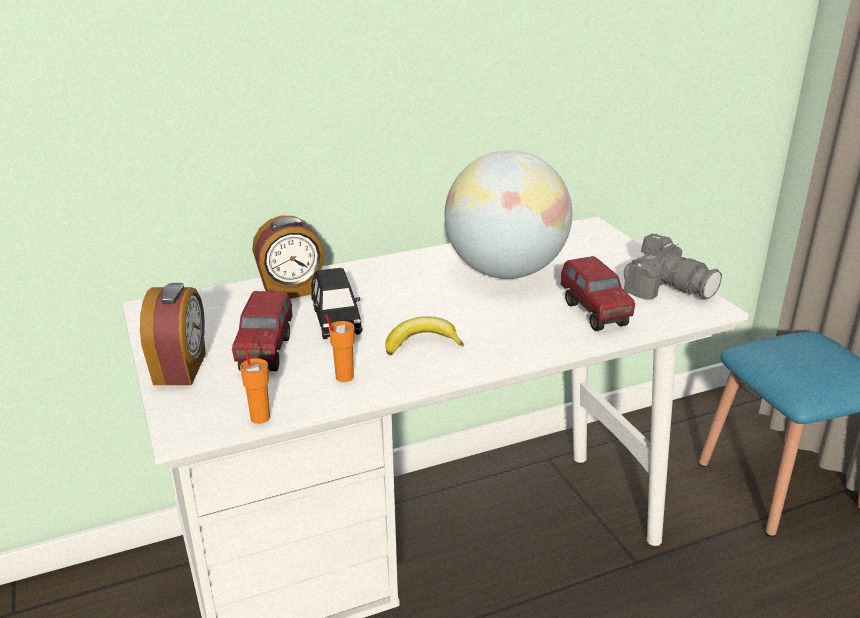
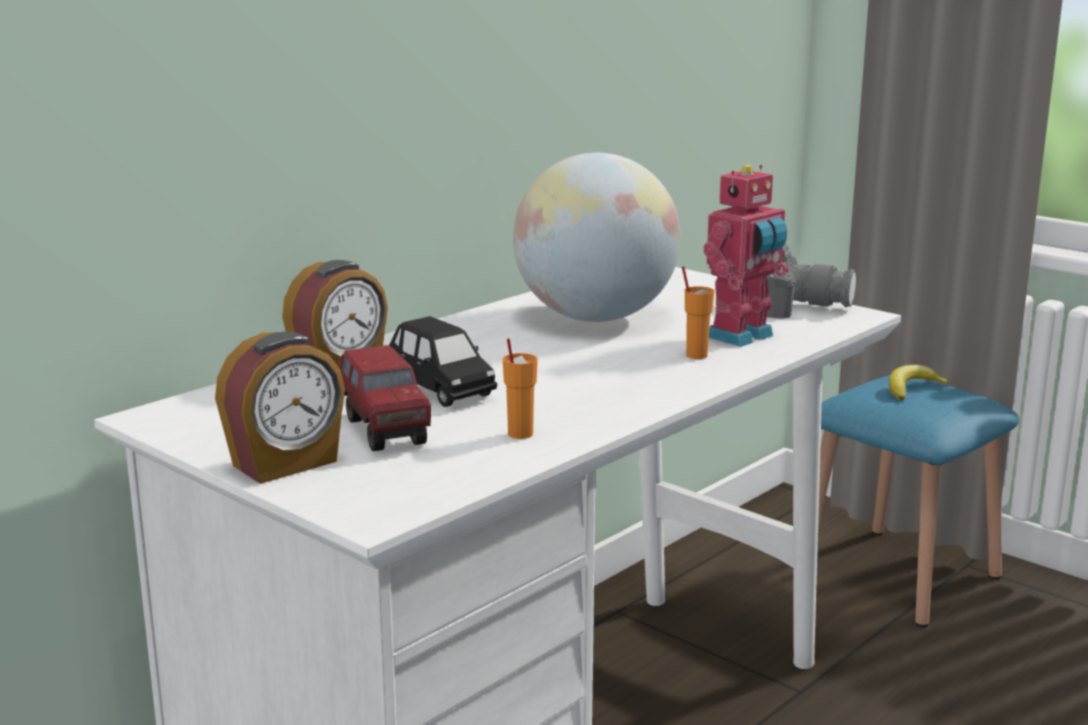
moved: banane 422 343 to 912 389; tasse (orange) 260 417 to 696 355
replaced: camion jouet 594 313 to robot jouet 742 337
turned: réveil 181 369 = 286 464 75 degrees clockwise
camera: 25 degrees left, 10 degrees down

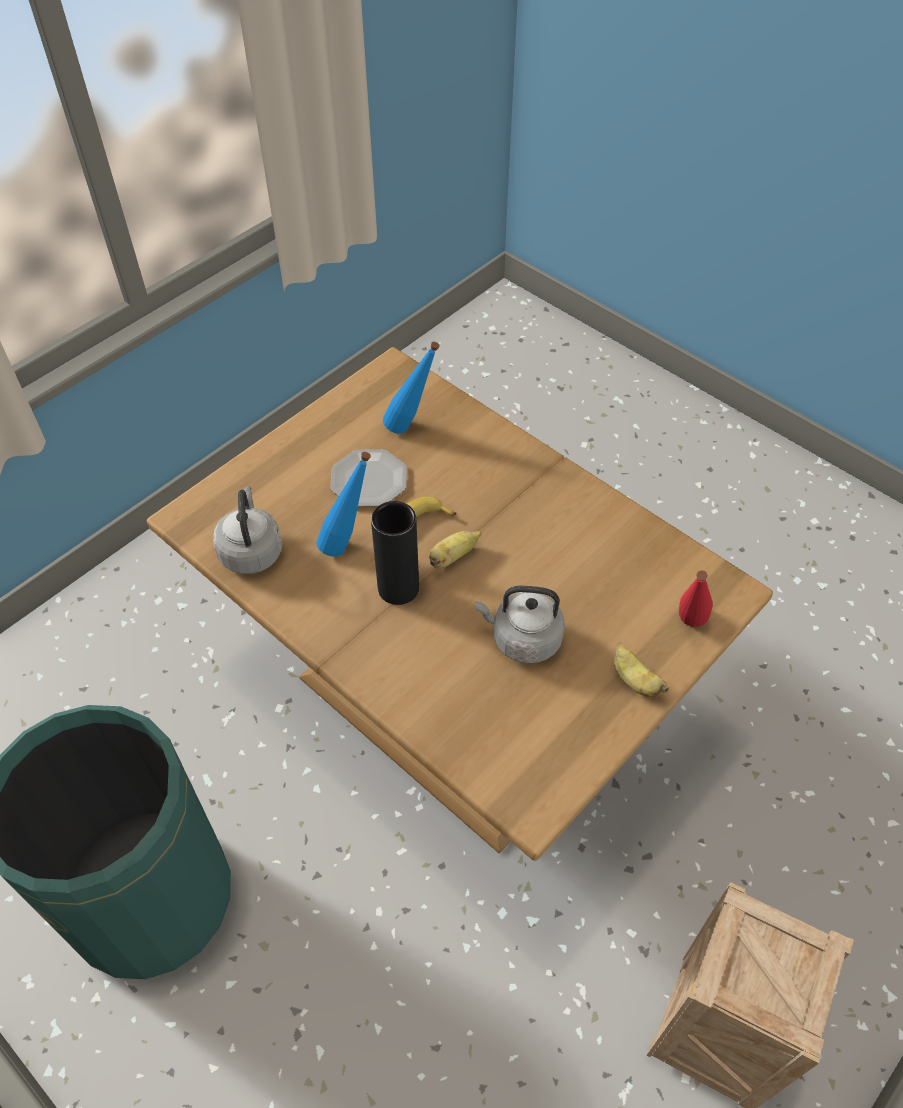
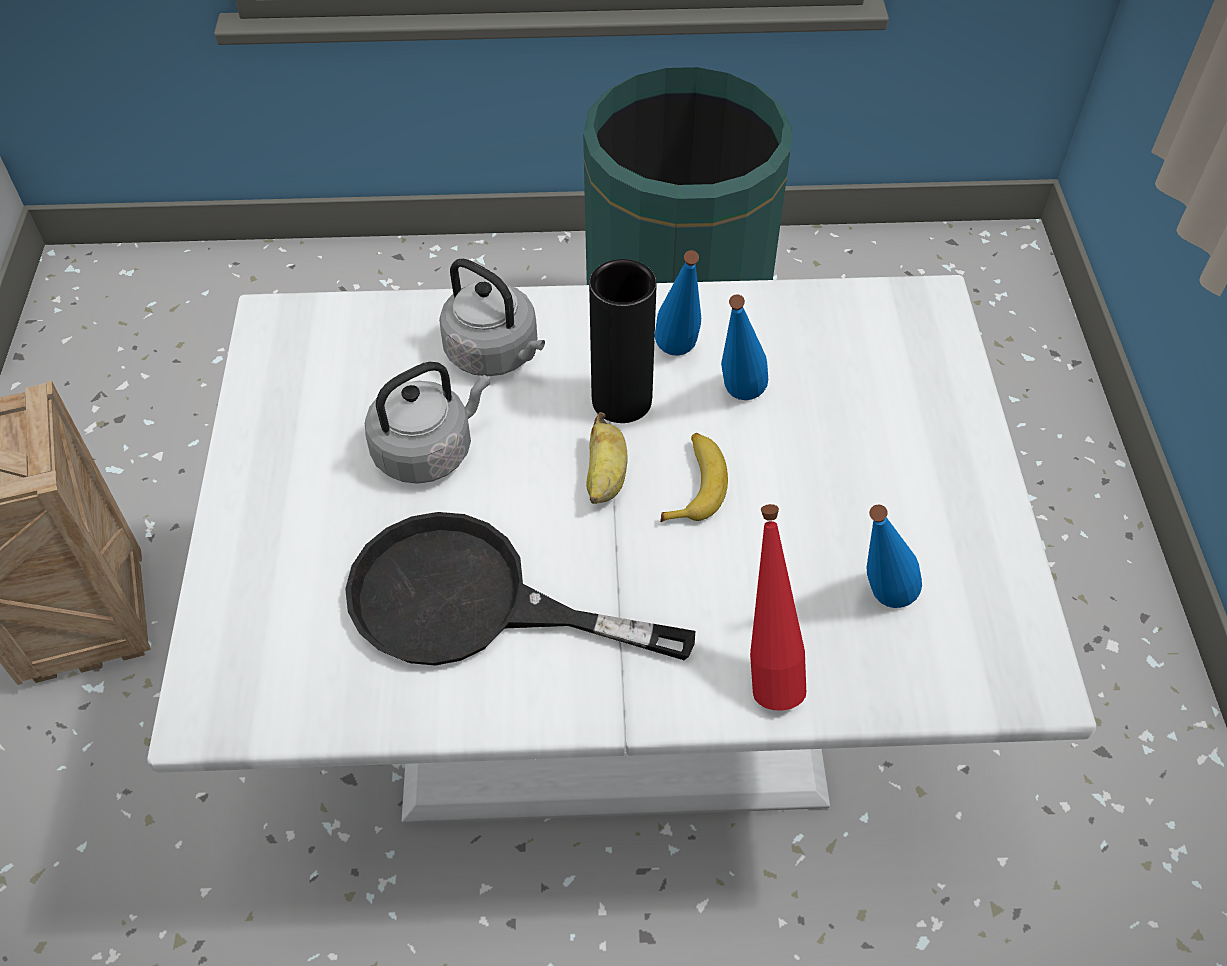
removed: assiette 369 481; banane 634 680
added: bouteille (bleu) 678 360; poêle (noir) 472 603
moved: bouilloire (gris) 251 551 to 496 354; bouteille (rouge) 687 629 to 766 669
recoloured: table à manger (marron) 451 704 to table à manger (blanc) 613 708
camera: 135 degrees right, 0 degrees up

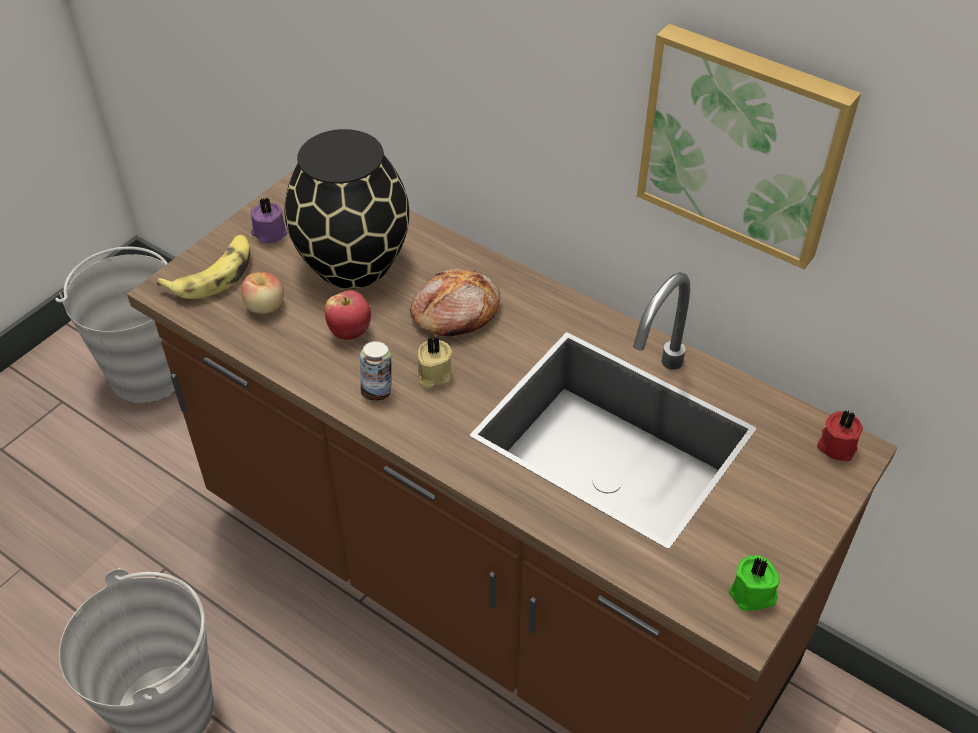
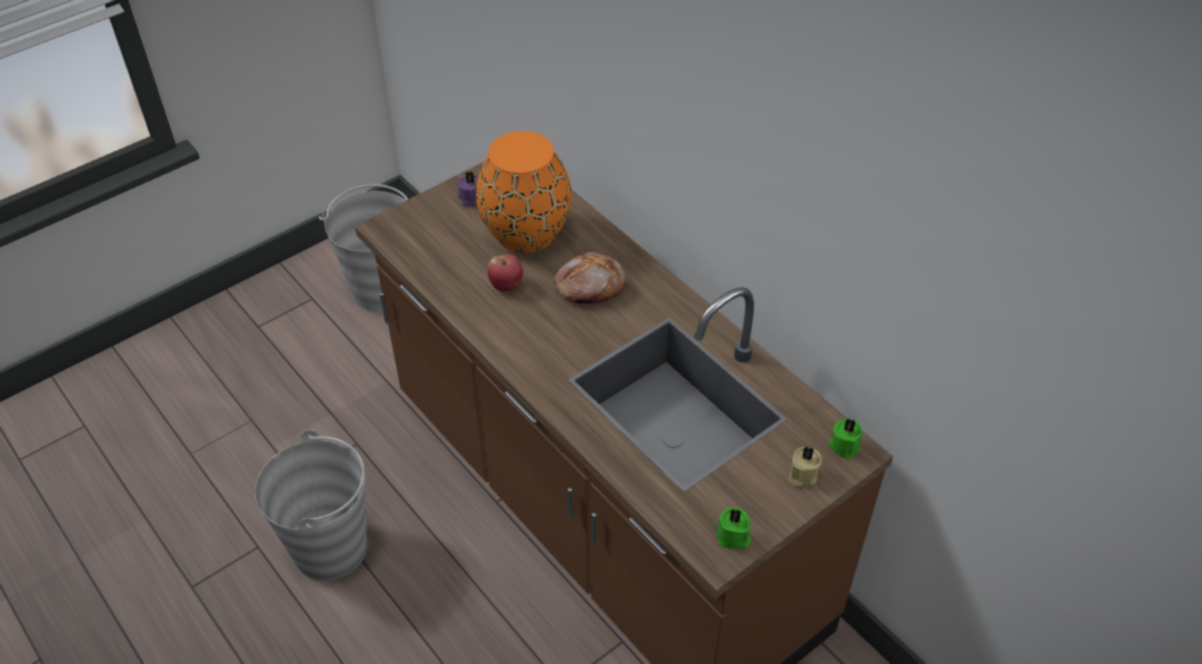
removed: tableau 744 143; banane 214 274; pomme 265 307; boîte métallique 377 391
moved: bougie (beige) 433 375 to 801 475
recoloured: vase (noir) 352 264 to vase (orange) 525 234; bougie (rouge) 836 445 to bougie (vert) 844 445
camera: 15 degrees right, 0 degrees up

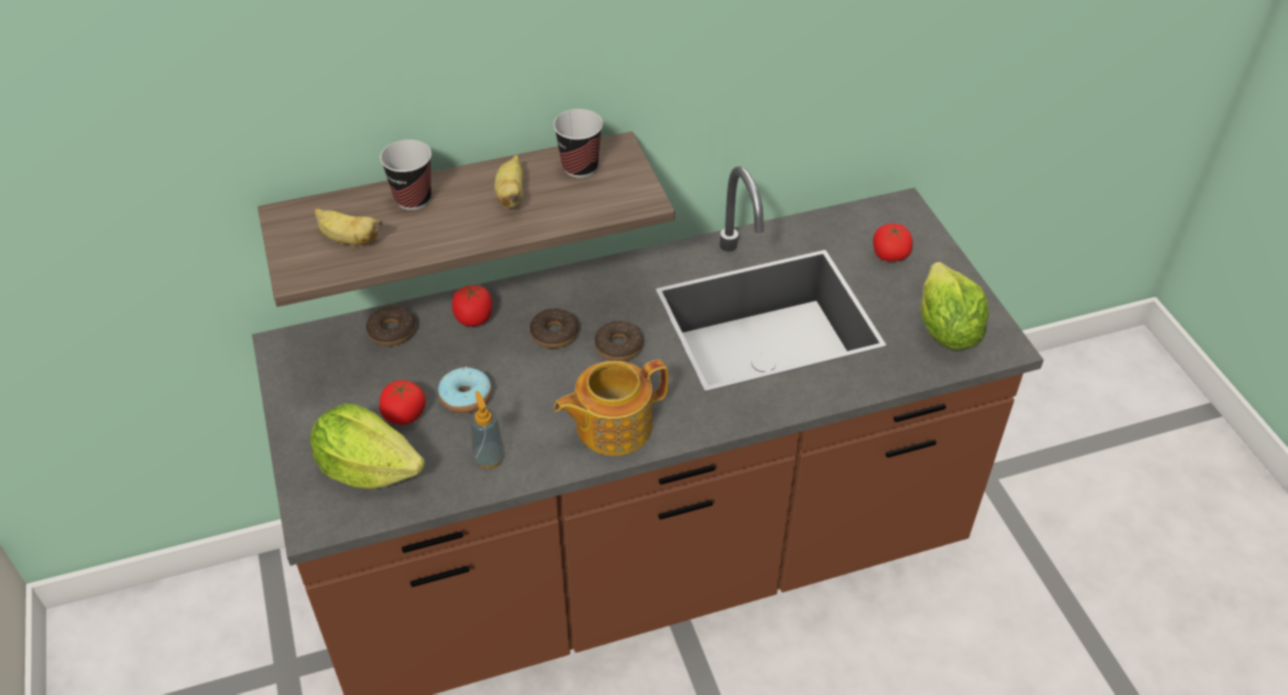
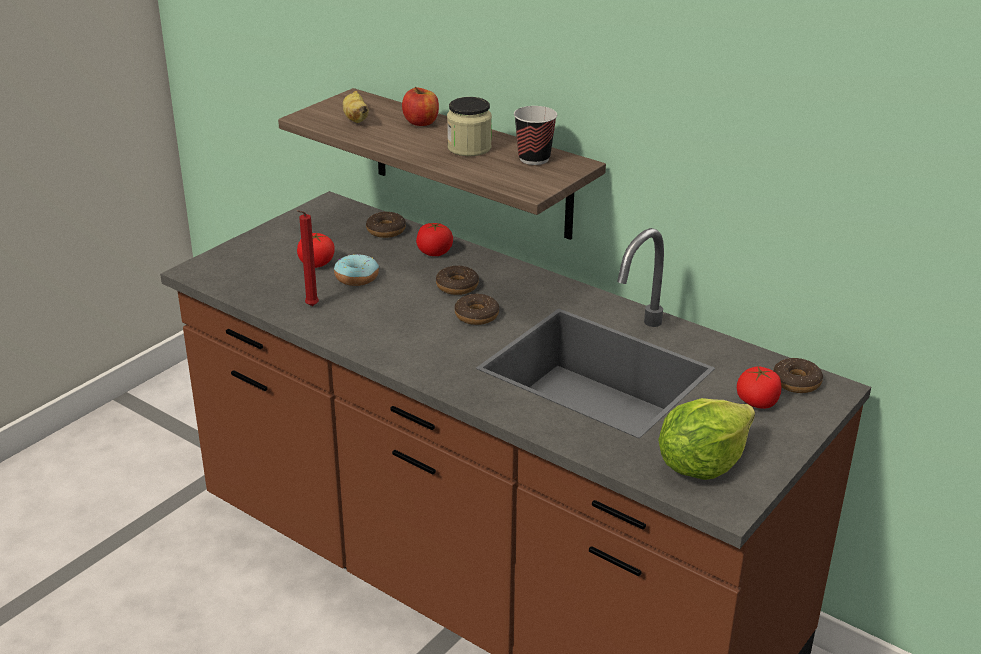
removed: théière 612 426; laitue 368 469
added: beignet 796 382
replaced: tasse 413 199 to pomme 421 122; banane 511 195 to bocal 469 148; distributeur de savon 489 458 to bougie (rouge) 310 307
camera: 55 degrees right, 15 degrees down

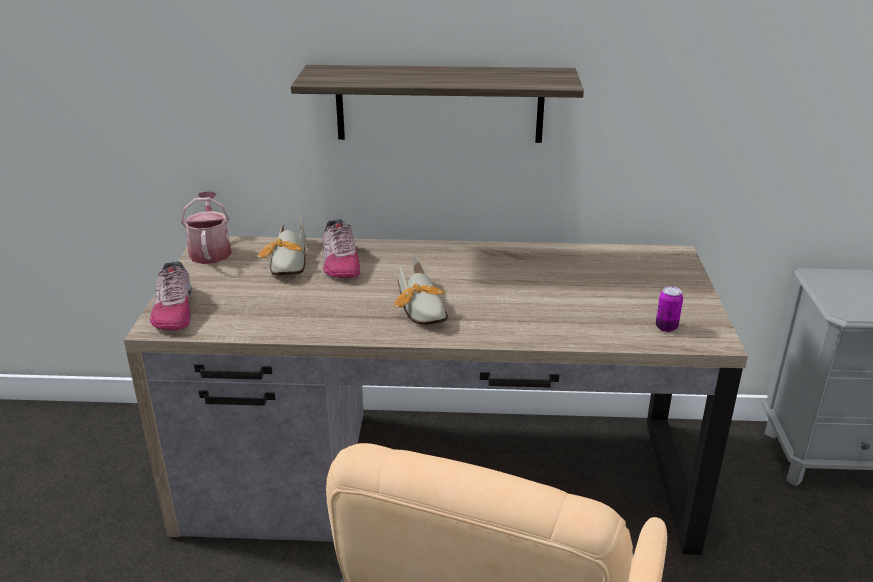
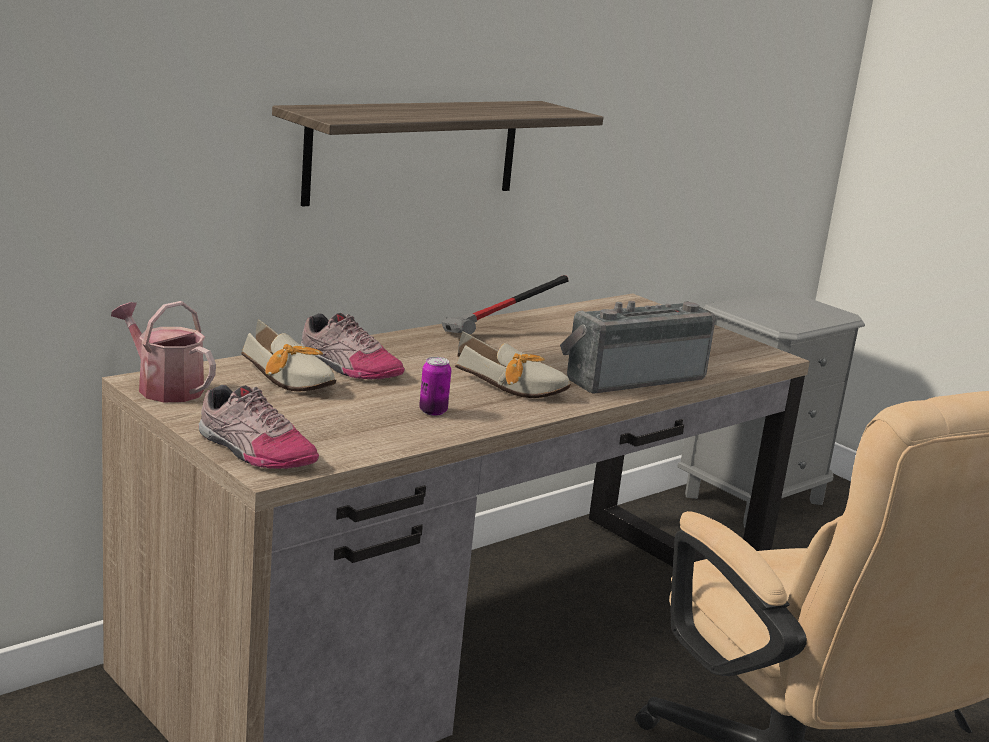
added: marteau 498 334; radio 631 377
moved: boîte métallique 666 327 to 433 411
camera: 45 degrees left, 10 degrees down

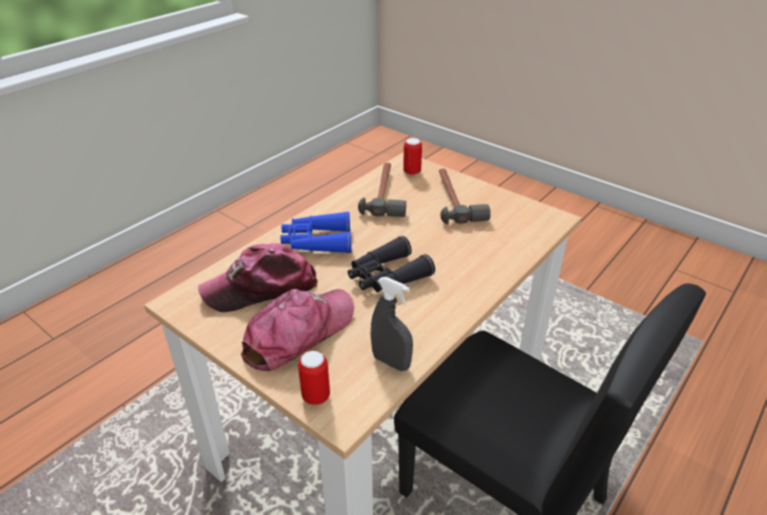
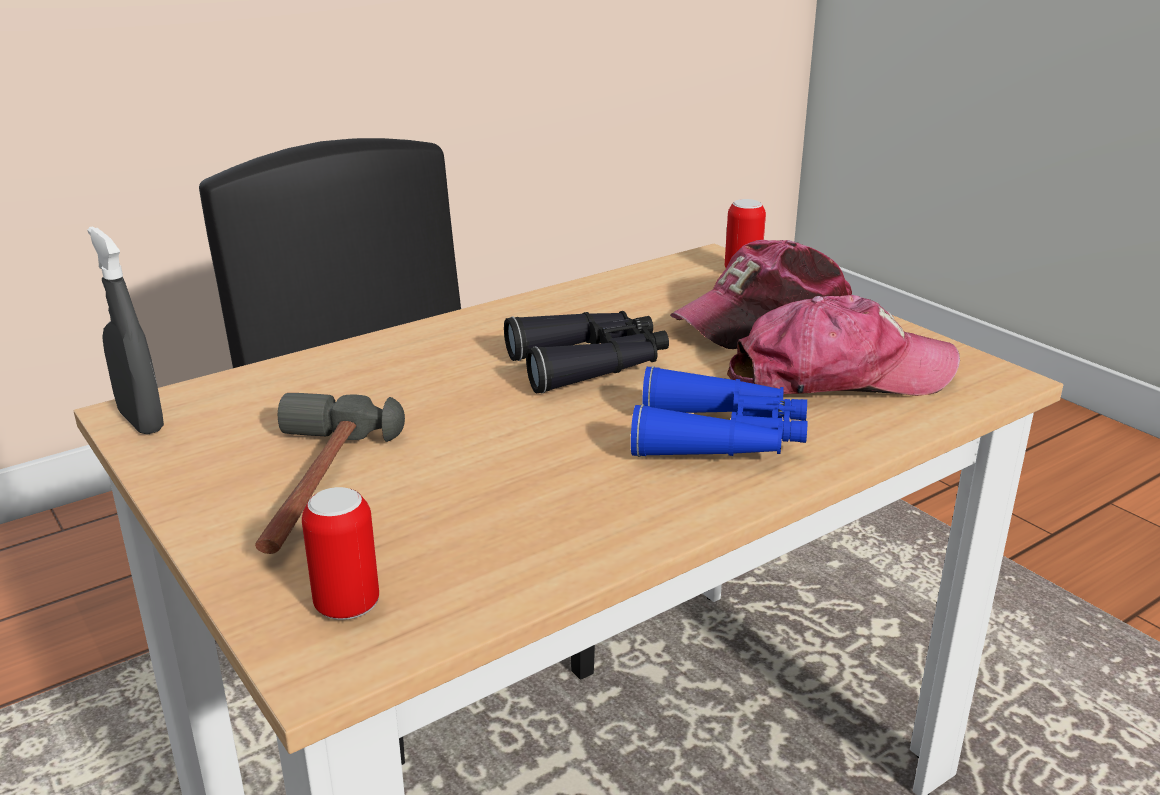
removed: marteau 386 193
moved: vaporisateur (gris) 391 362 to 141 421
camera: 165 degrees left, 10 degrees down

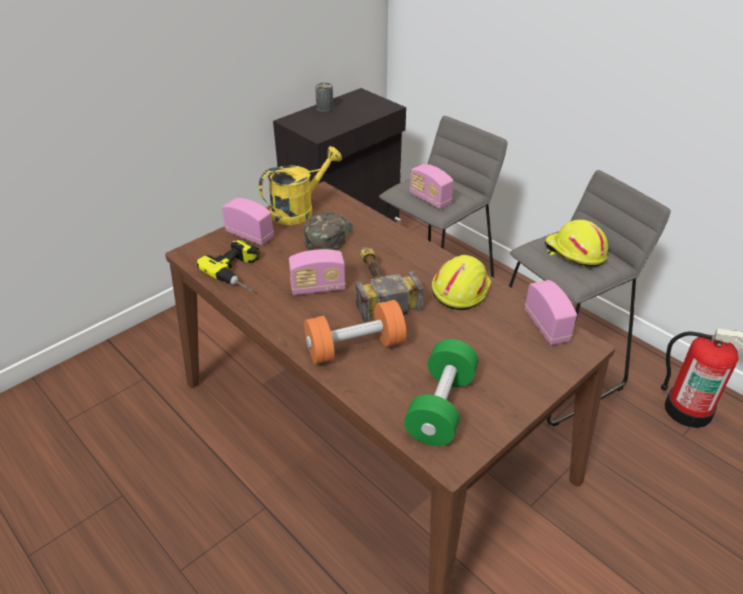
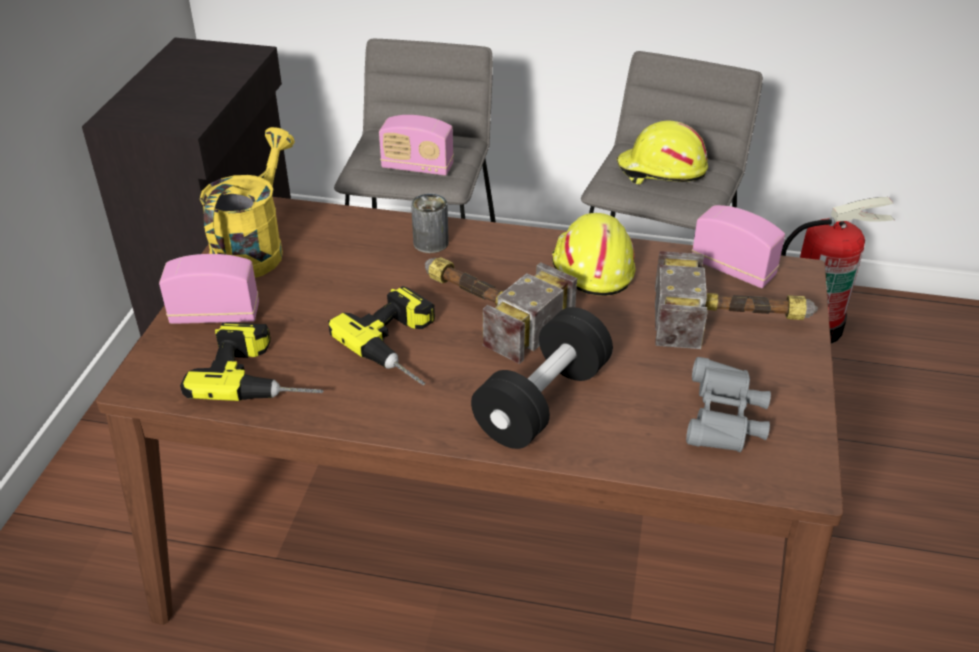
removed: casquette (vert) 328 235
added: marteau 733 321
moved: boîte métallique 325 108 to 431 242
replaced: radio 318 288 to perceuse 404 346; haltère (vert) 441 407 to jumelles (gris) 724 422
recoloured: haltère (orange) 355 347 to haltère (noir) 542 401
camera: 35 degrees left, 0 degrees up

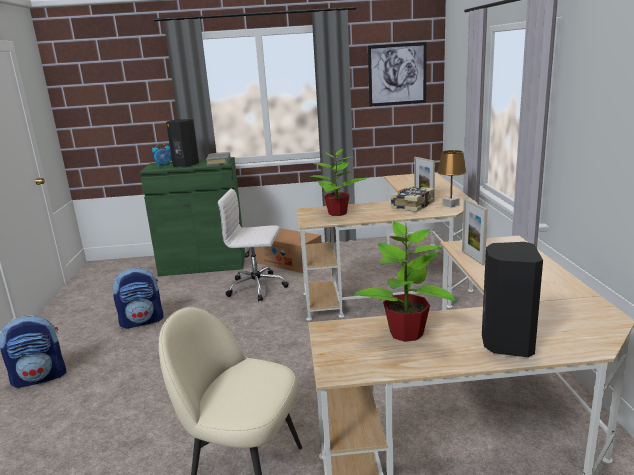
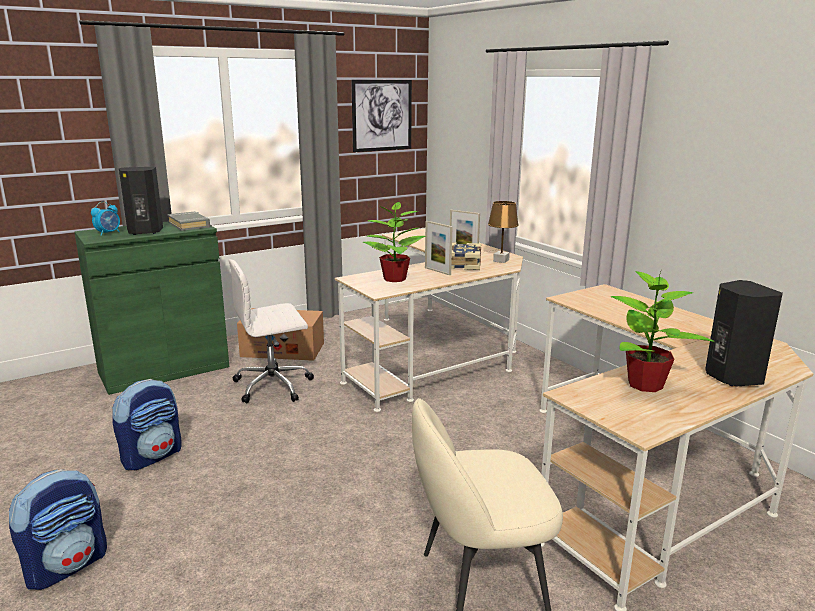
moved: cadre photo 473 258 to 437 271
camera: 30 degrees left, 0 degrees up

